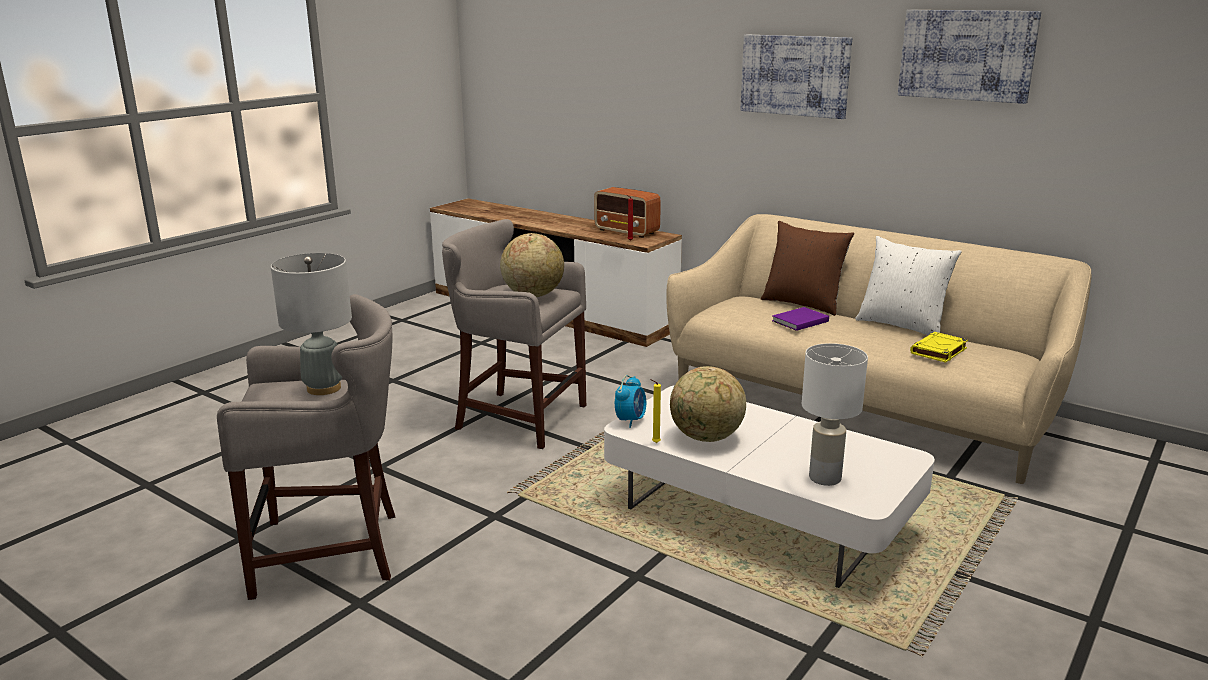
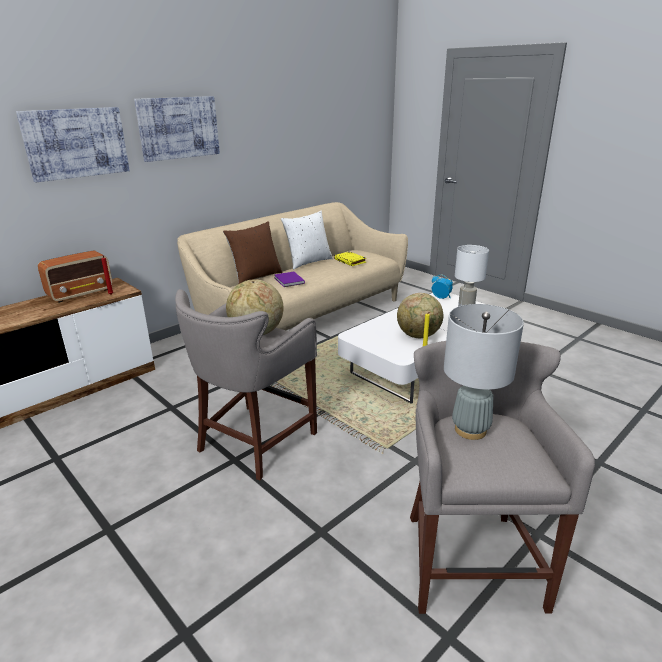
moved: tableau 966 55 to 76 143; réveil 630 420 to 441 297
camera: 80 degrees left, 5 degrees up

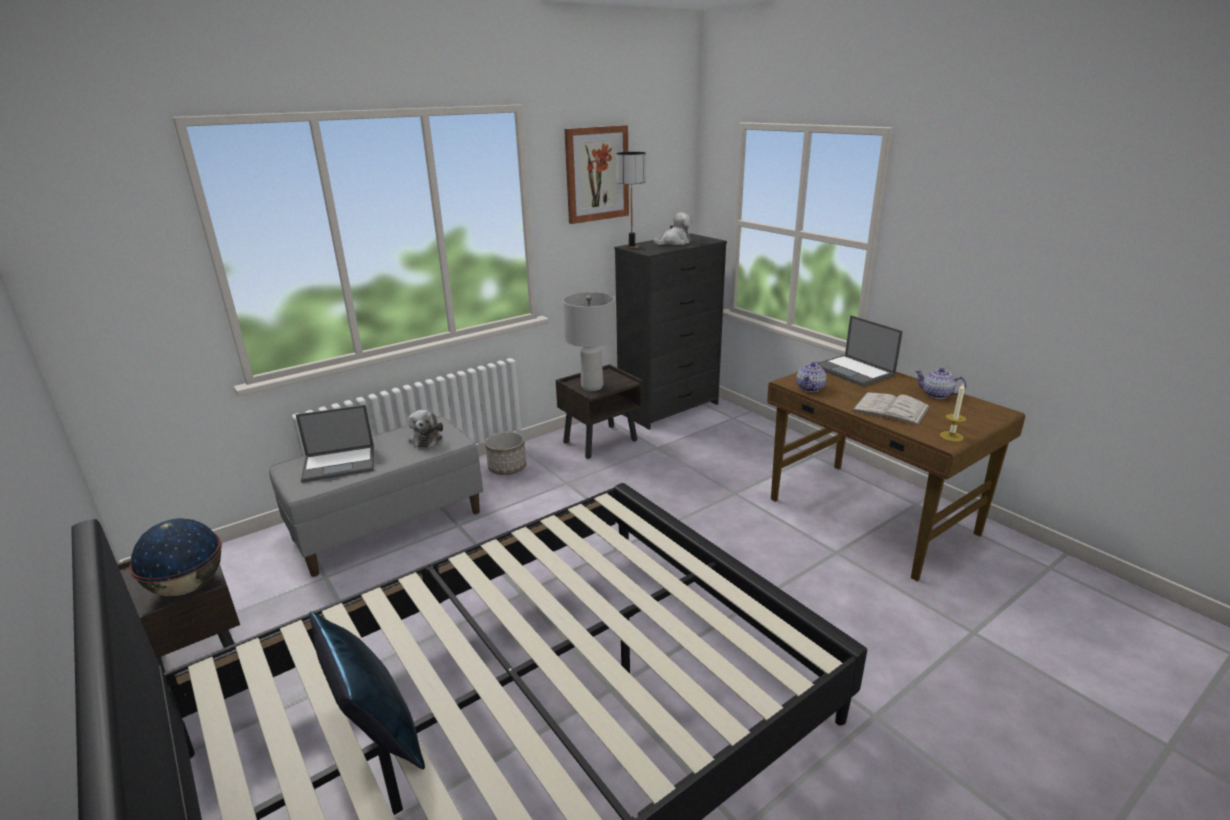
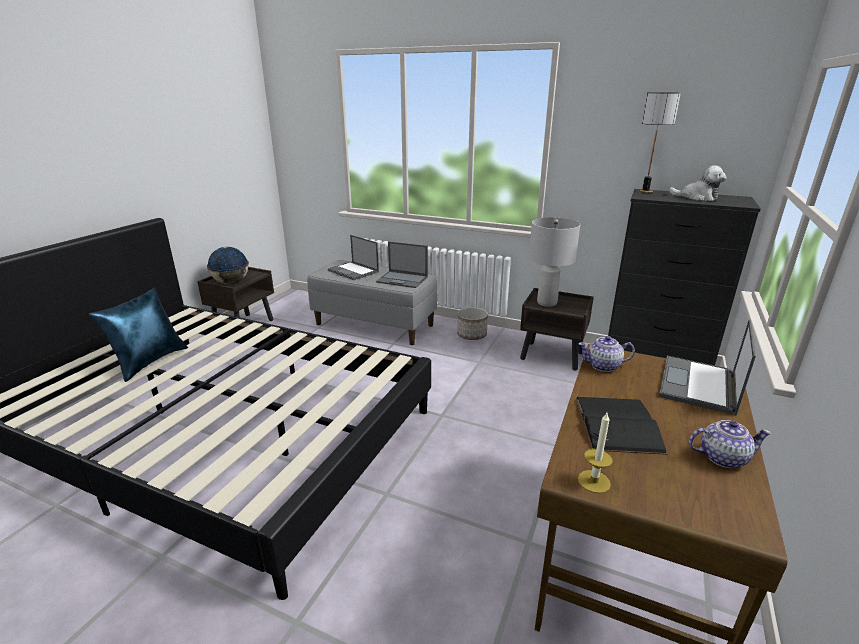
removed: tableau 596 174
replaced: peluche 426 438 to ordinateur portable 402 280
recoloured: livre (blanc) 890 409 to livre (noir) 617 424
turned: théière 937 395 = 721 457 90 degrees clockwise
camera: 60 degrees right, 0 degrees up

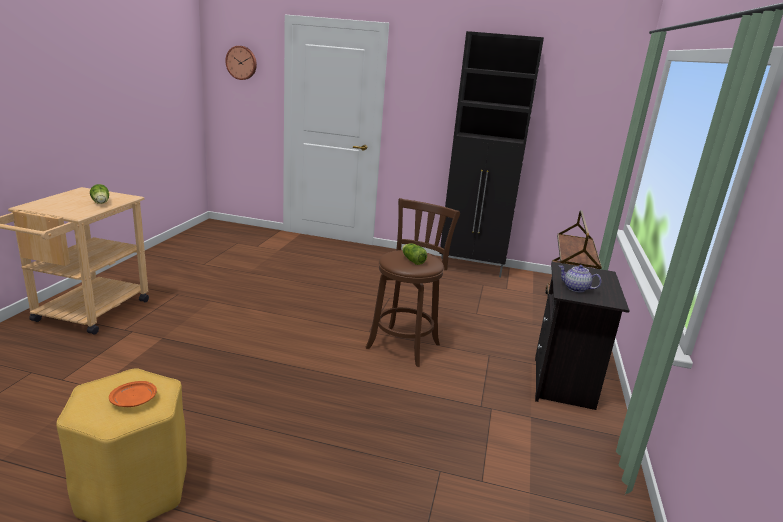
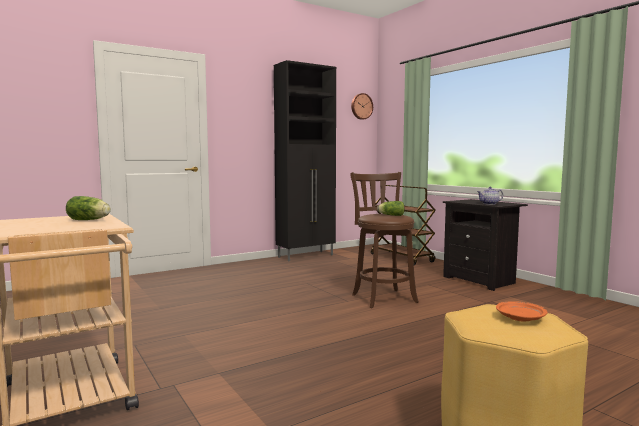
moved: horloge murale 242 62 to 361 106
camera: 45 degrees left, 15 degrees down

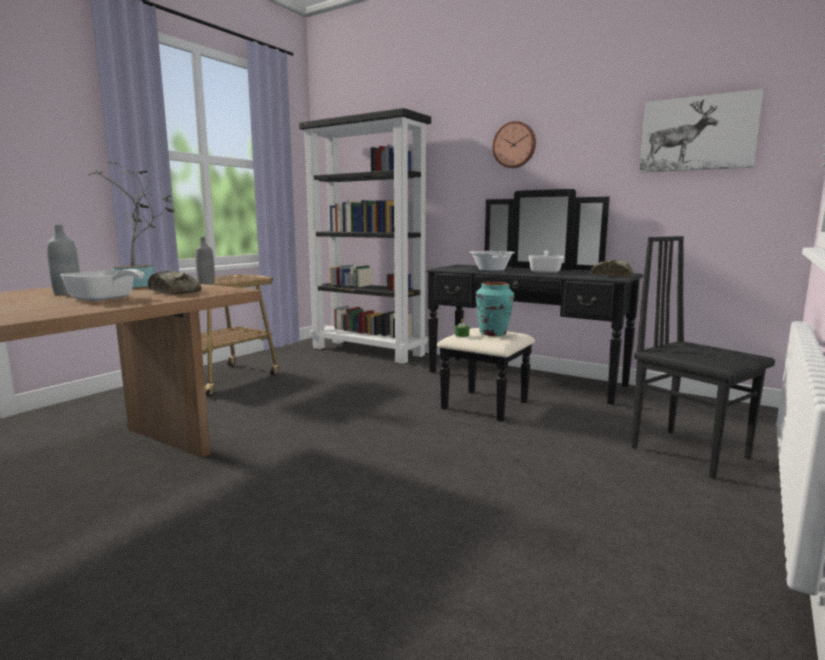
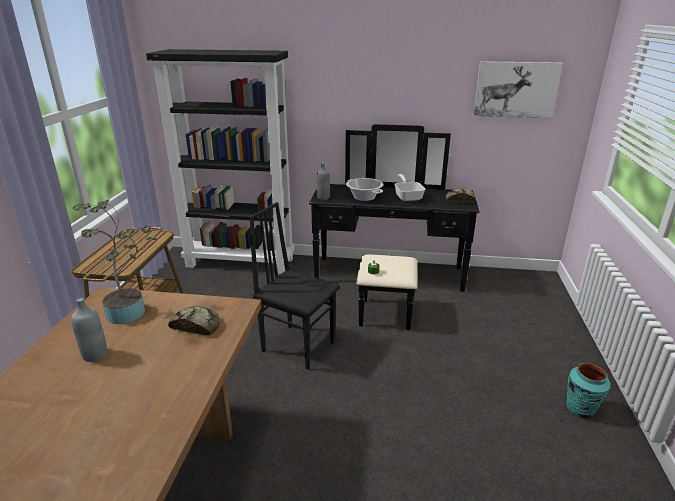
removed: horloge murale 514 145; poêle 105 299
moved: chaise (noir) 689 452 to 298 346; bouteille (gris) 206 283 to 323 198; vase (turquoise) 493 333 to 580 409
camera: 25 degrees left, 15 degrees up

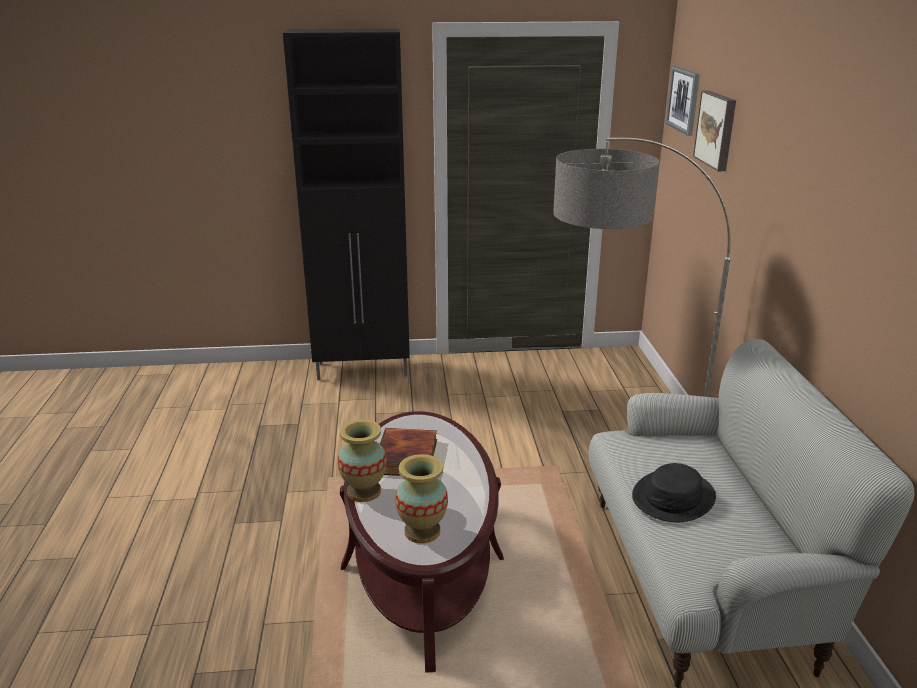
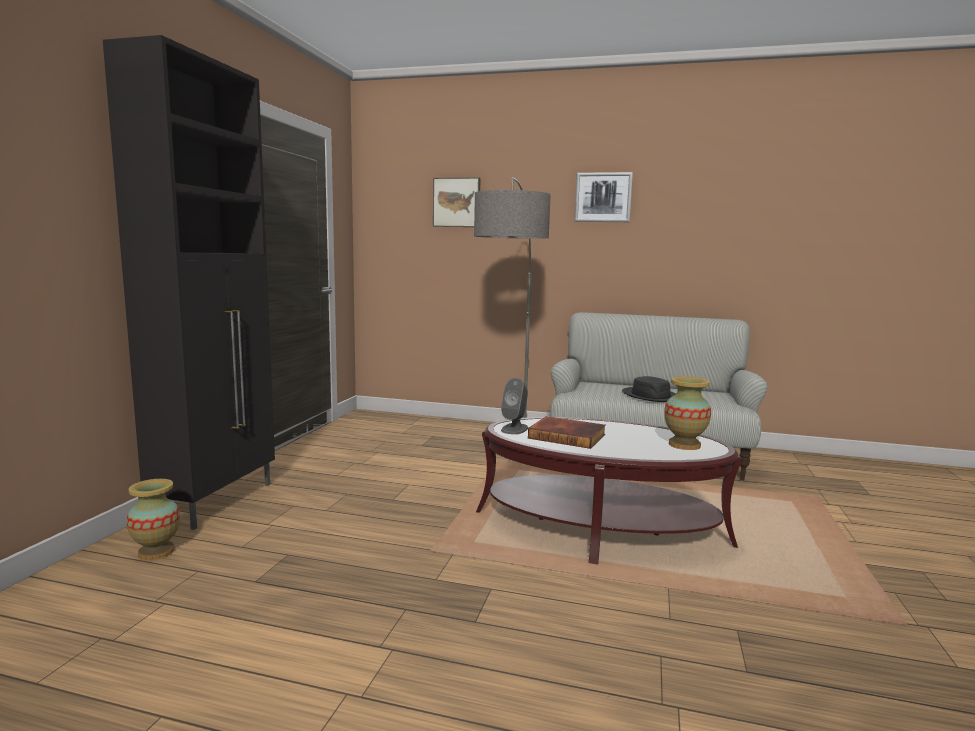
added: enceinte (gris) 514 429
moved: tableau 684 100 to 603 197; vase 364 492 to 156 552
camera: 70 degrees left, 15 degrees down

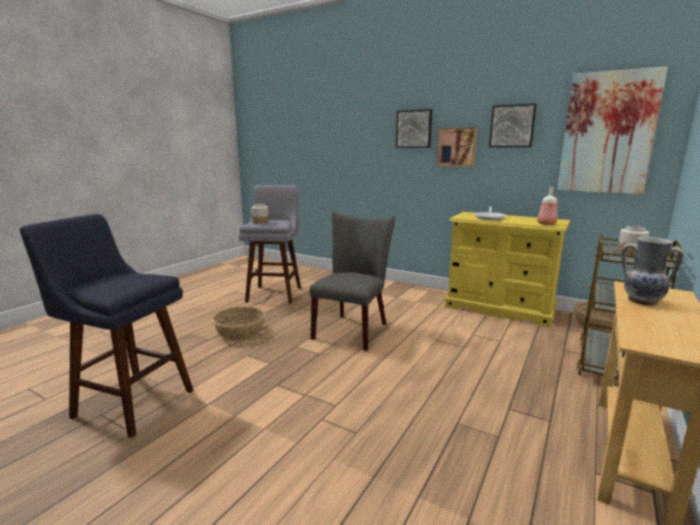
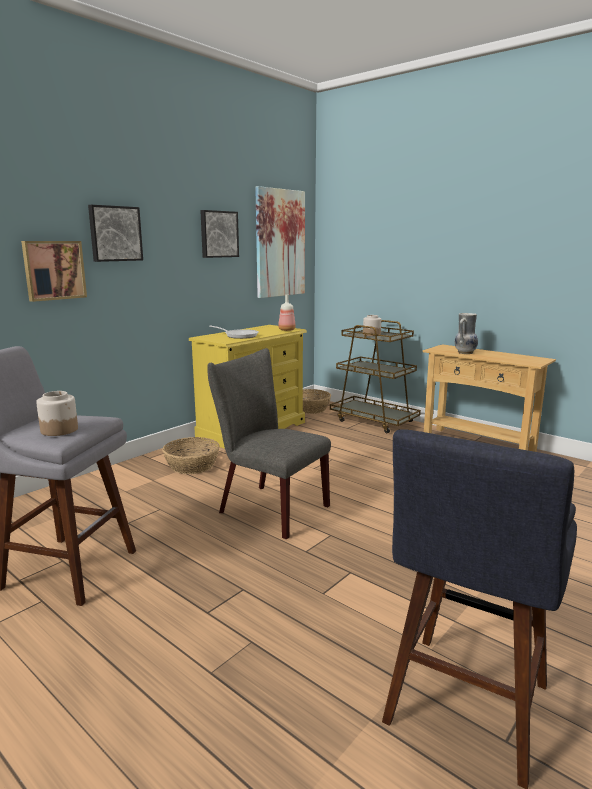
moved: tableau 457 147 to 54 270; panier 240 333 to 192 465
camera: 80 degrees left, 0 degrees up

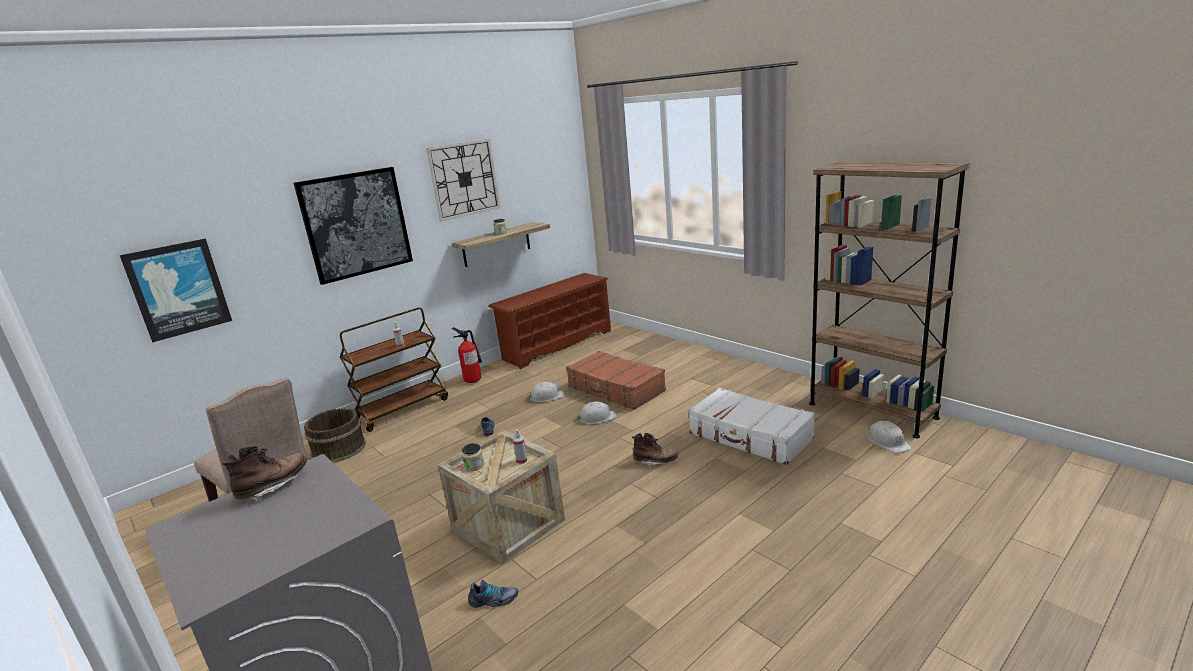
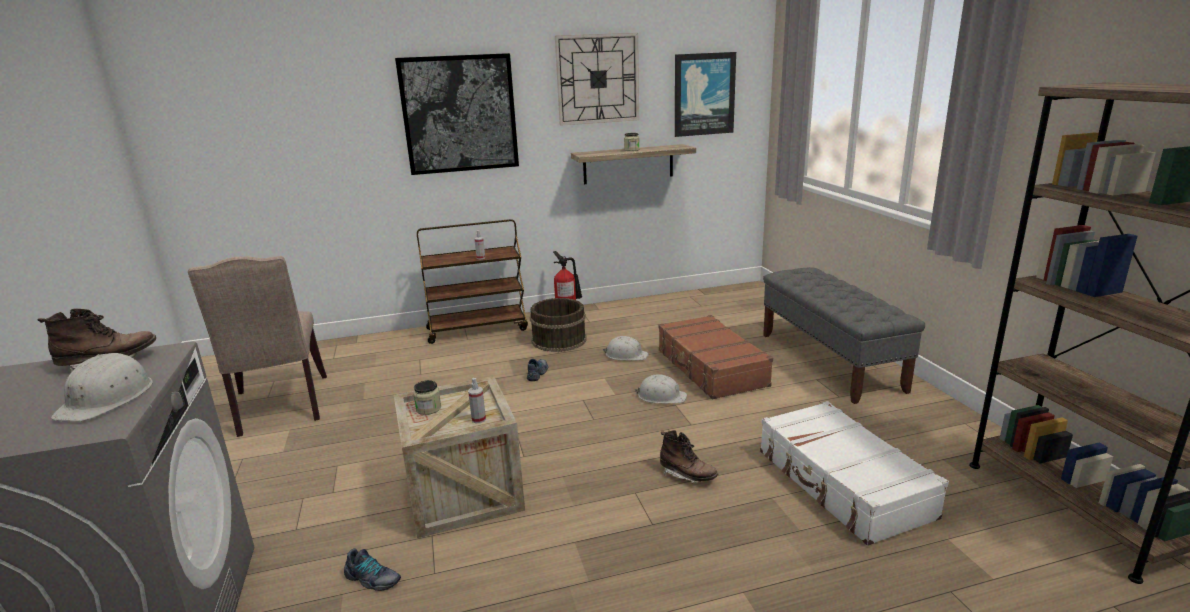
removed: étagère à chaussures (marron) 557 344
added: banc (gris) 830 361
moved: tableau 178 289 to 704 94; seau (marron) 338 449 to 558 340; casque de chantier (blanc) 888 442 to 107 398
camera: 25 degrees right, 0 degrees up

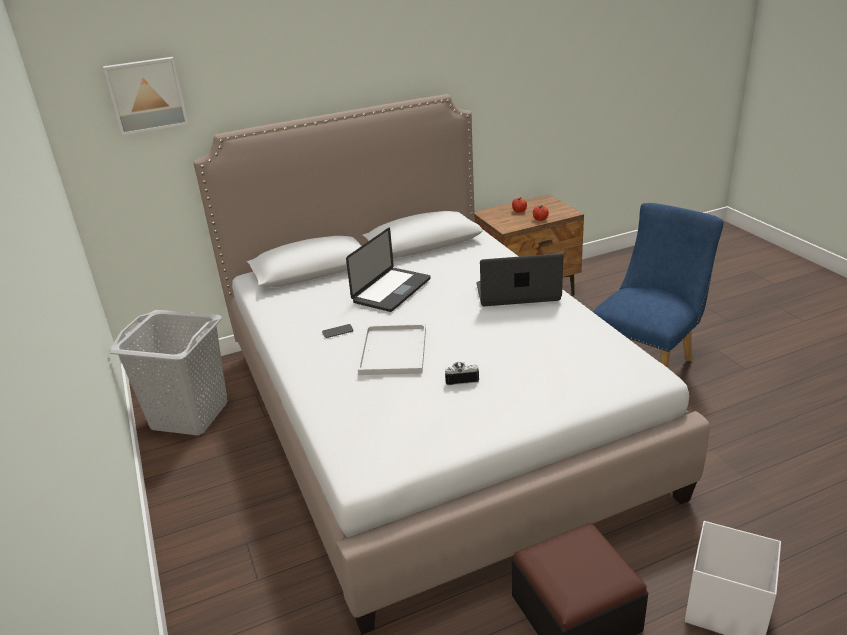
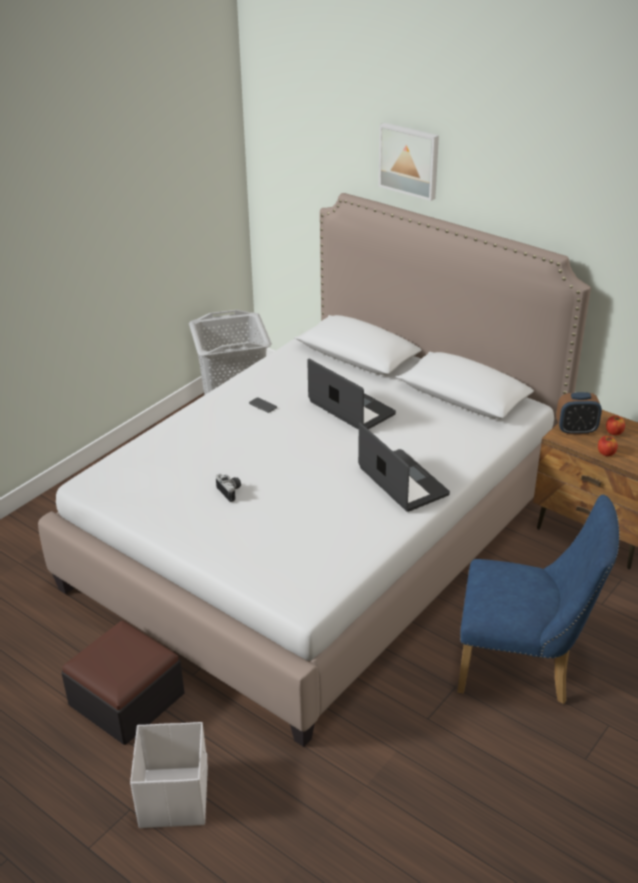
removed: plateau (blanc) 394 352
added: réveil 576 430
moved: tableau 146 95 to 409 160
turned: ordinateur portable 392 291 = 351 408 135 degrees counterclockwise
camera: 60 degrees right, 5 degrees up

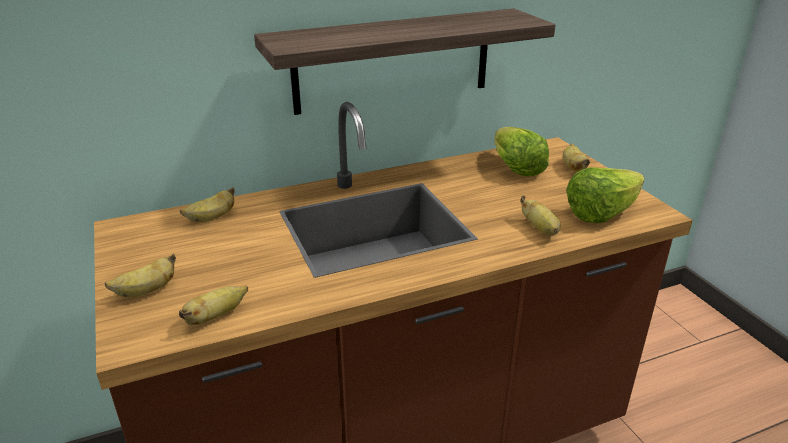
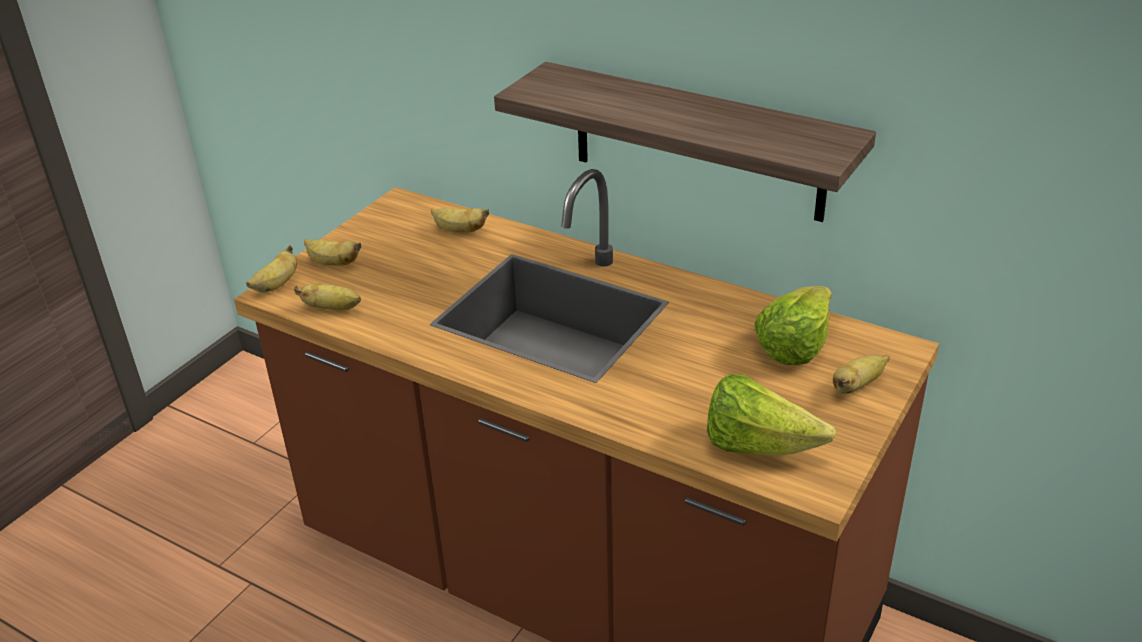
moved: banane 540 229 to 277 285
camera: 55 degrees right, 5 degrees up

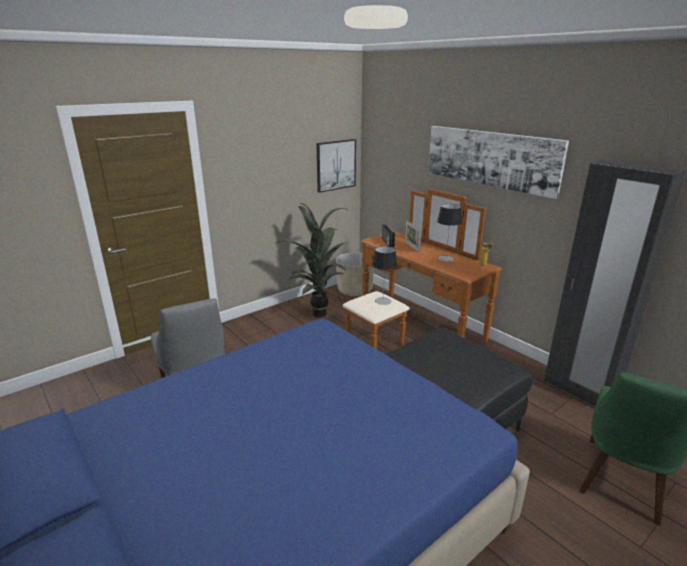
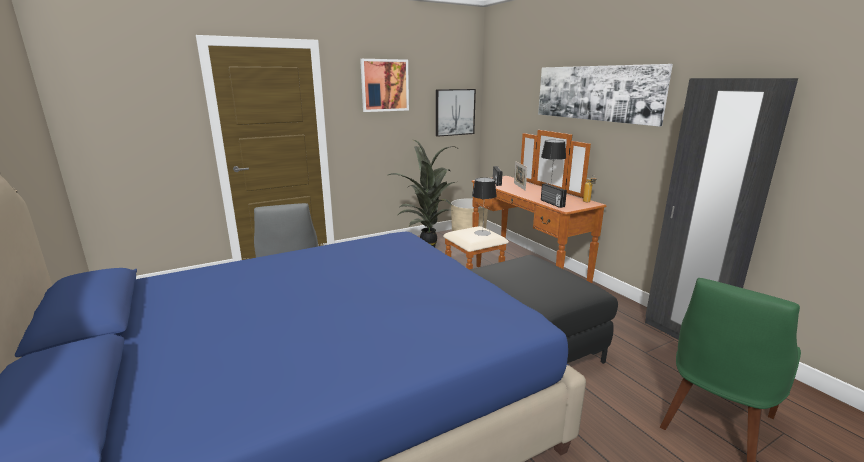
added: tableau 384 85; radio 551 203
camera: 10 degrees right, 5 degrees down

